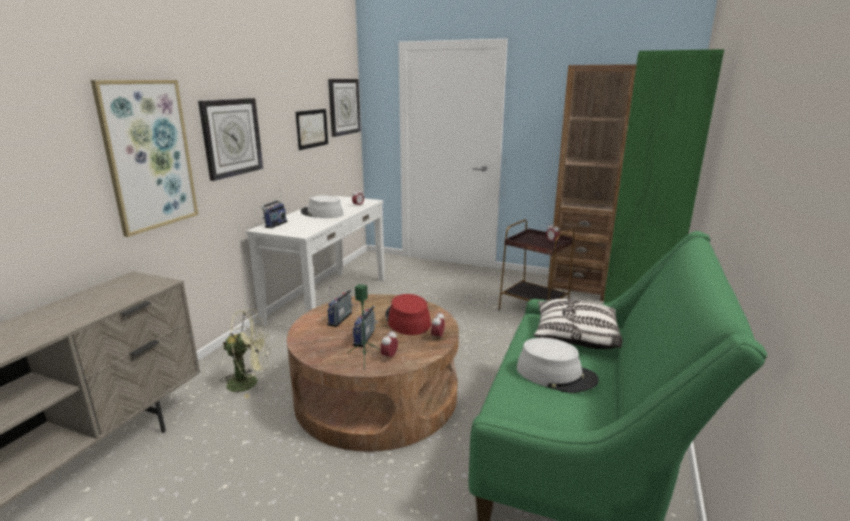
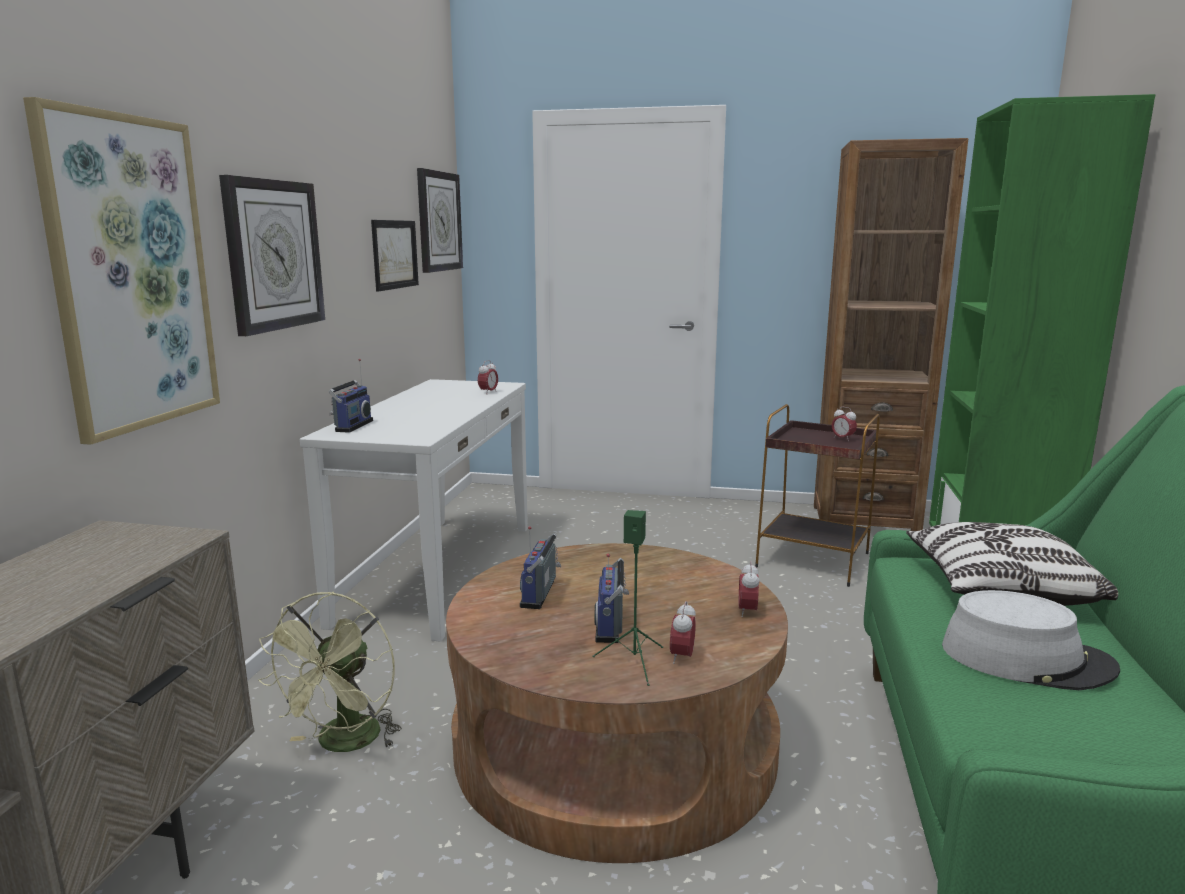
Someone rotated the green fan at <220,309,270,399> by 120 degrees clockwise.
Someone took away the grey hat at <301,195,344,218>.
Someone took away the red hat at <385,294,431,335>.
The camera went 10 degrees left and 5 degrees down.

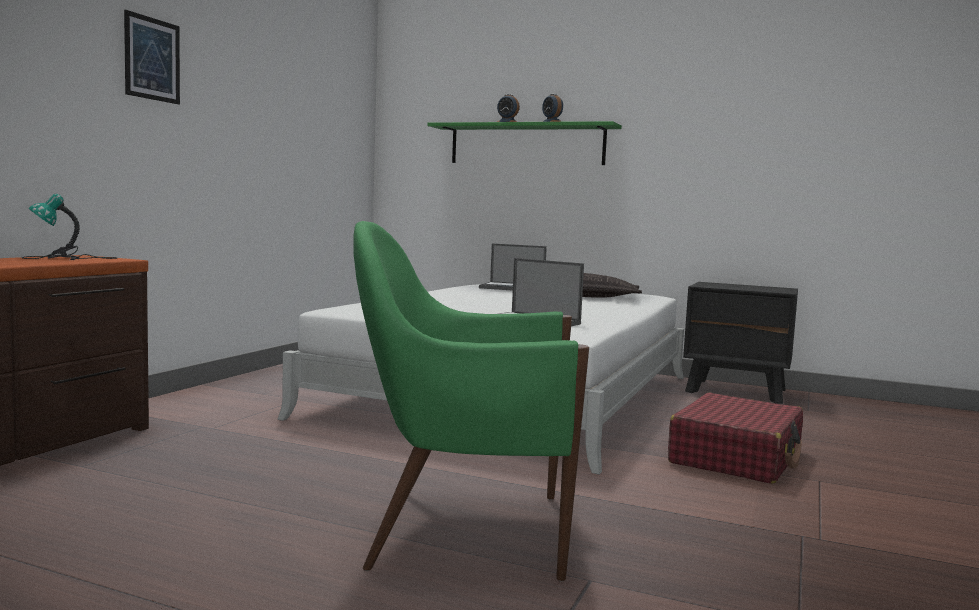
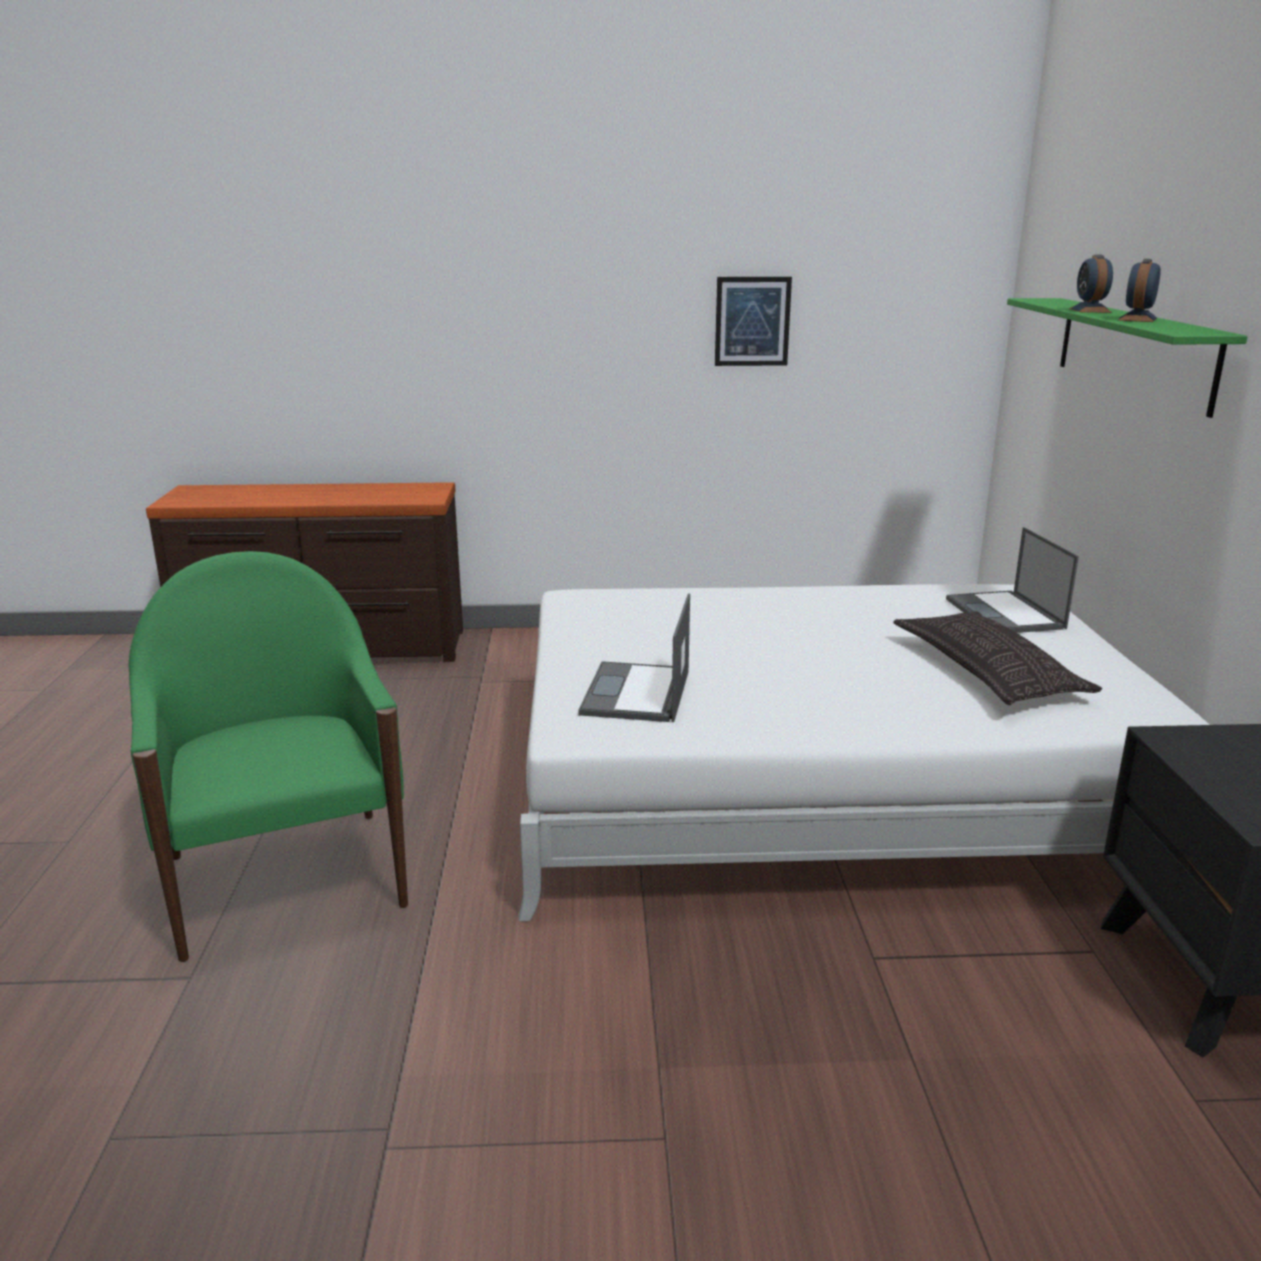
Someone carried the picture from <124,10,180,104> to <715,277,792,366>.
Someone took away the table lamp at <22,194,117,260>.
Someone took away the red suitcase at <668,393,803,484>.
The camera went 65 degrees right and 15 degrees up.

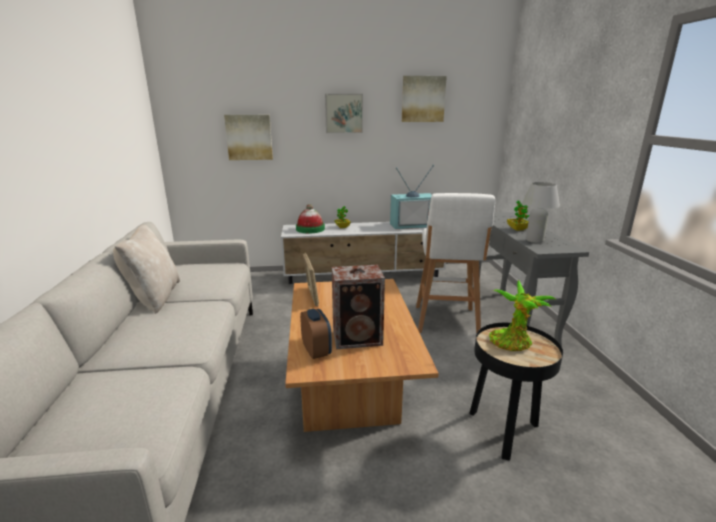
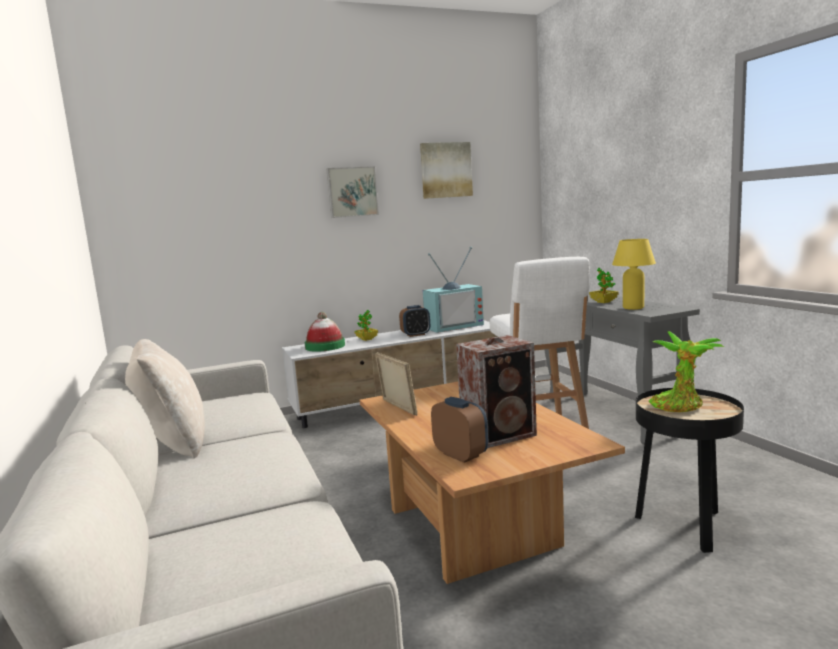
Someone put down the alarm clock at <399,305,430,337>.
Someone repainted the white table lamp at <522,182,560,243>, which became the yellow table lamp at <612,239,656,310>.
Someone took away the picture at <224,115,273,160>.
The camera went 15 degrees left and 10 degrees down.

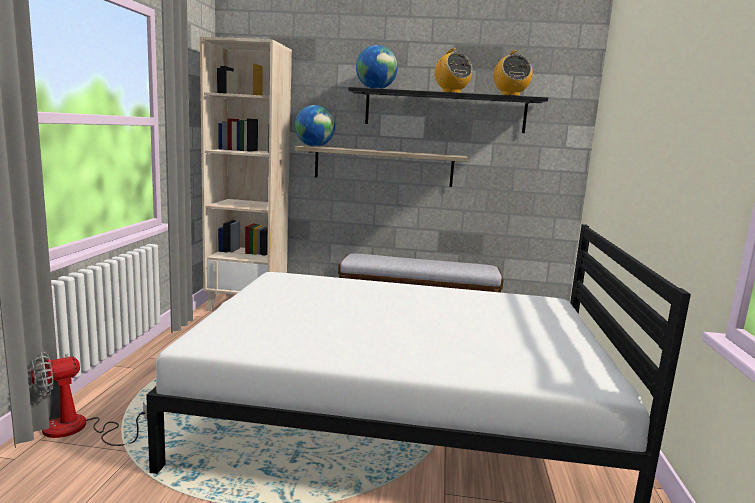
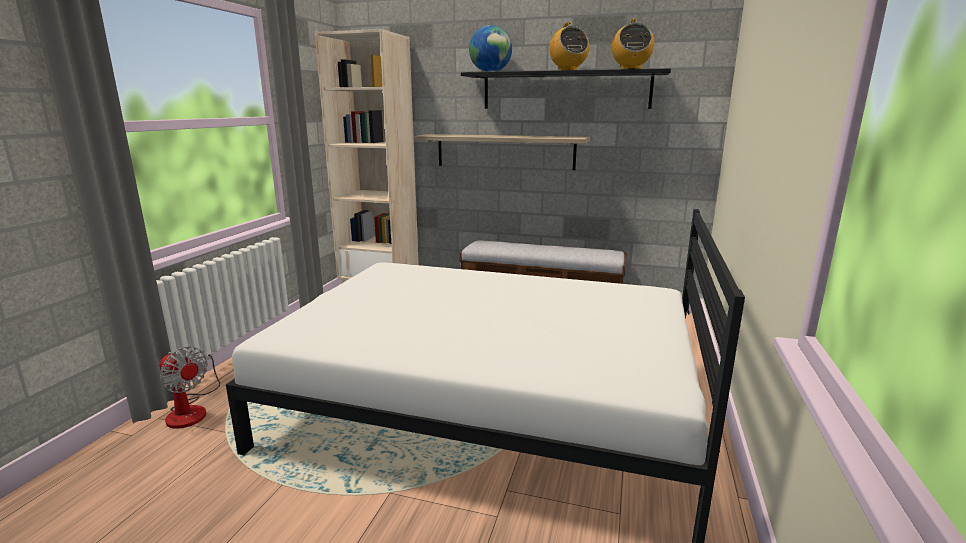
Someone rotated the fan at <31,350,147,446> by 120 degrees counterclockwise.
Someone took away the globe at <295,105,335,147>.
The camera went 10 degrees right and 5 degrees up.

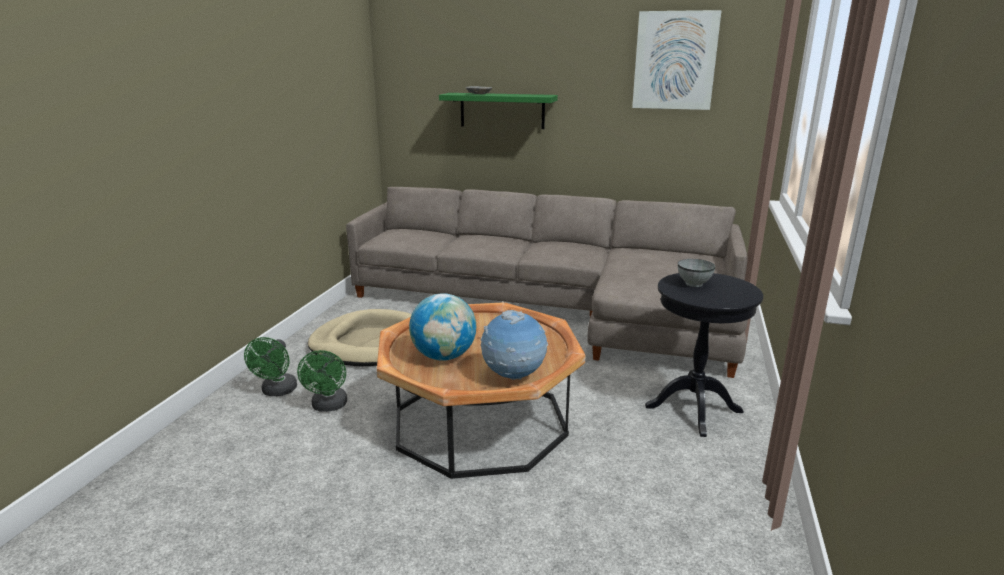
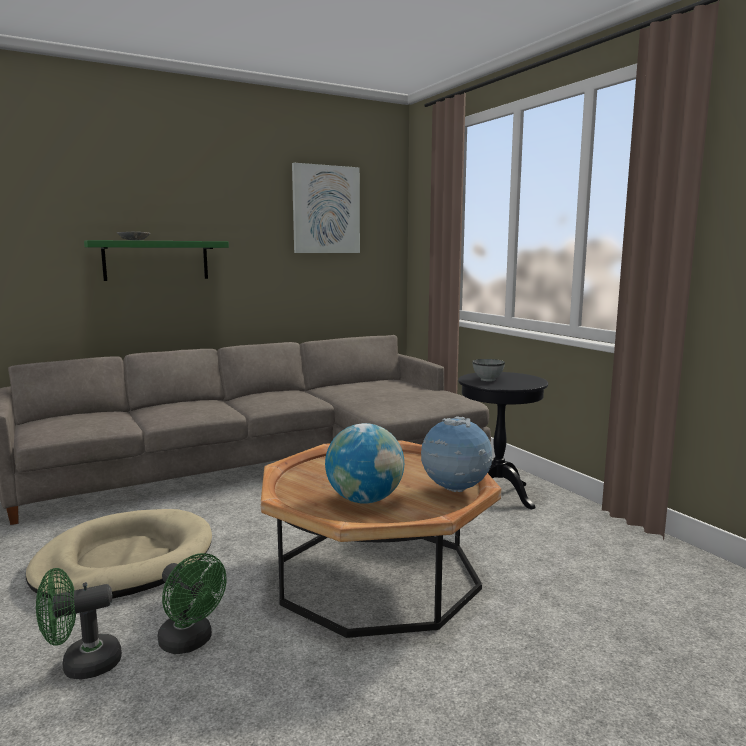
Someone rotated the green fan at <244,337,297,396> by 105 degrees clockwise.
The camera went 45 degrees left and 10 degrees down.

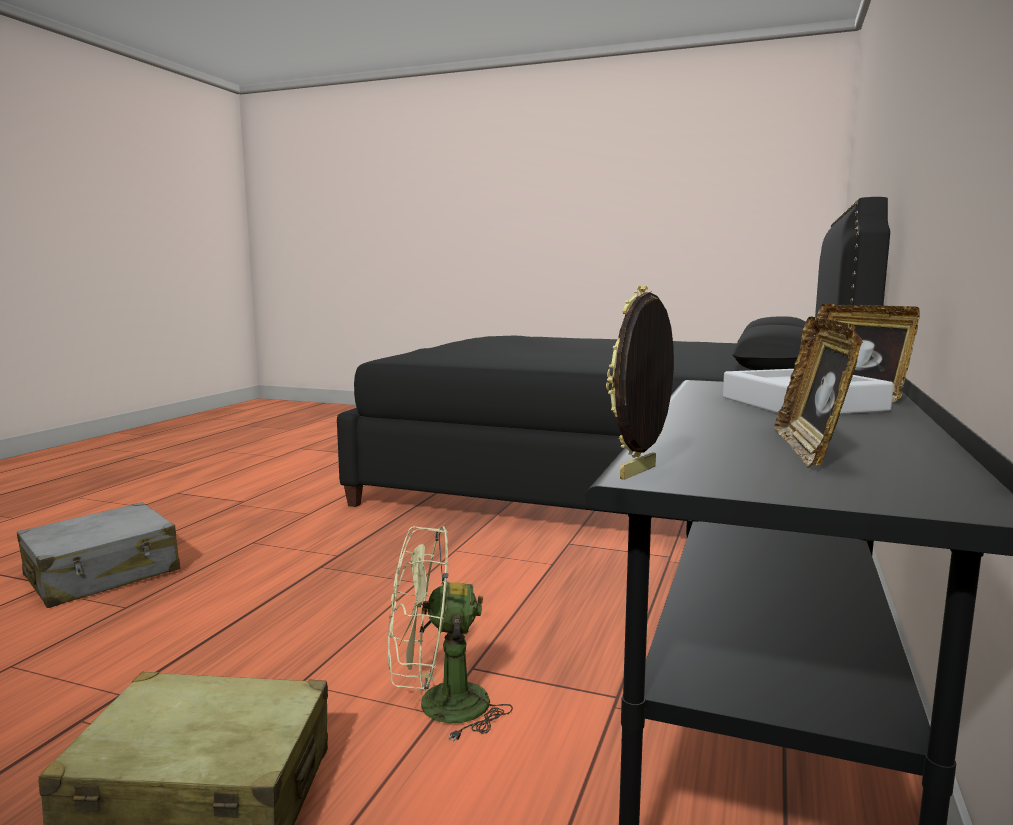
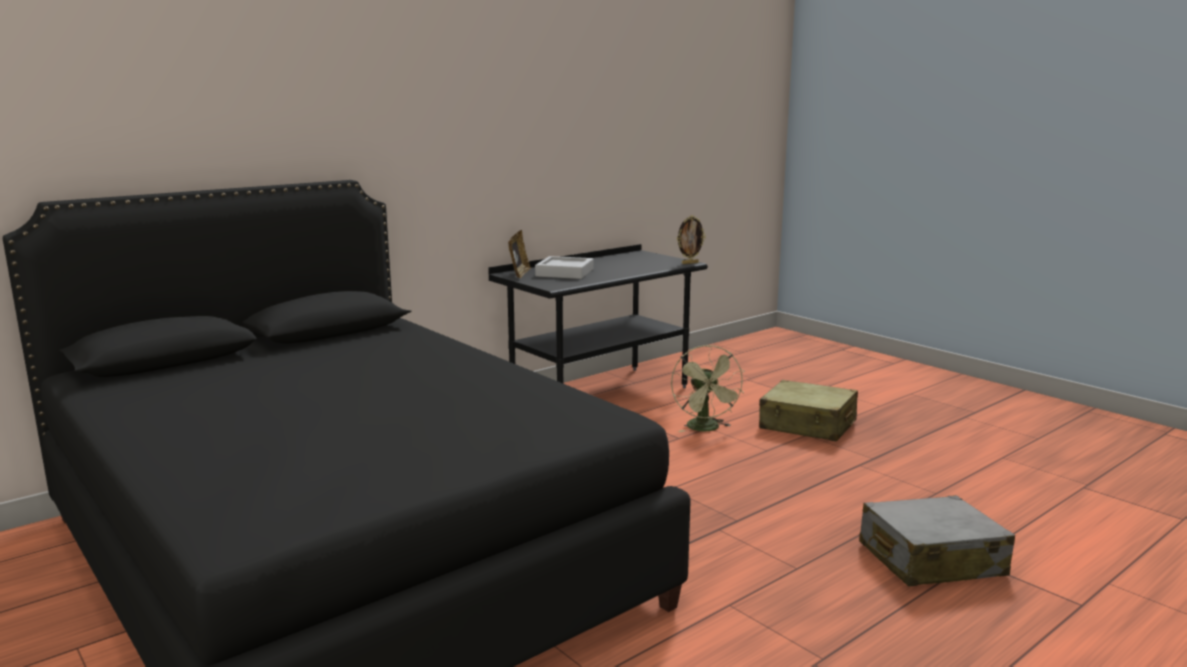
Someone rotated the green fan at <388,526,513,742> by 60 degrees clockwise.
Someone took away the picture frame at <774,316,863,468>.
The camera went 150 degrees left and 5 degrees up.

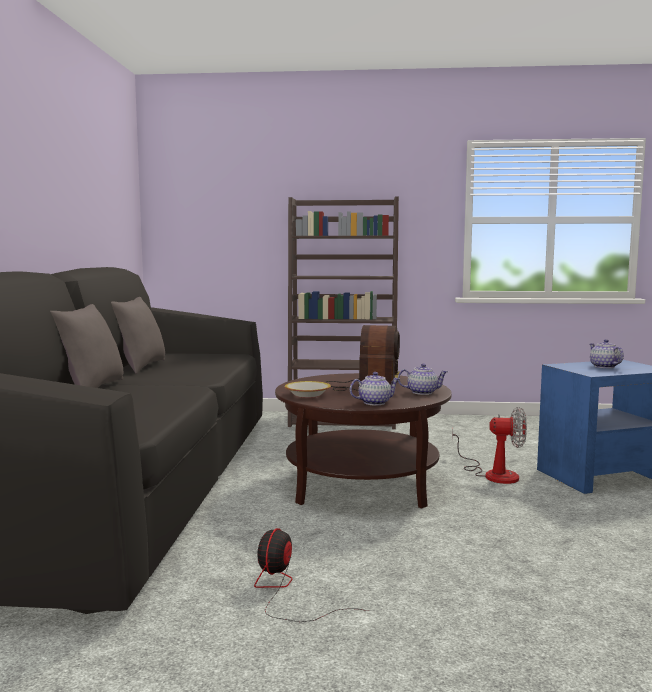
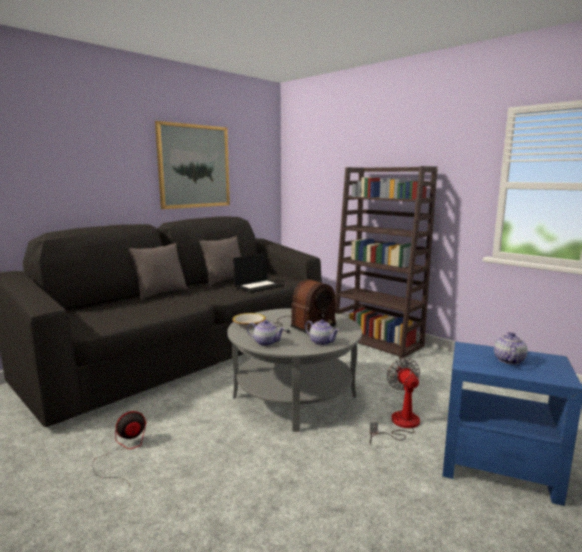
Someone put up the picture at <155,121,230,209>.
Someone repainted the brown coffee table at <275,373,452,509>, which became the grey coffee table at <227,308,362,432>.
Someone put down the laptop at <233,253,284,293>.
Someone rotated the fan at <452,407,527,484> by 150 degrees counterclockwise.
The camera went 40 degrees right and 5 degrees up.

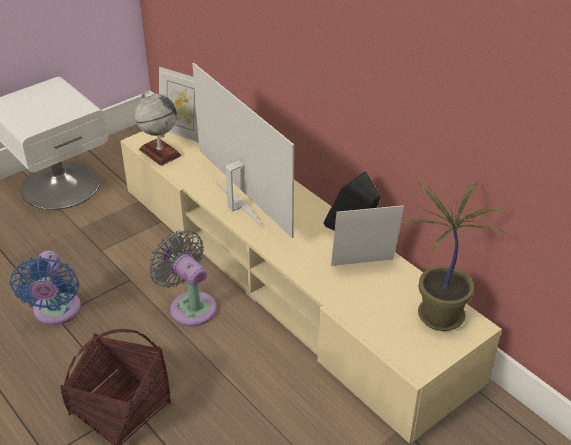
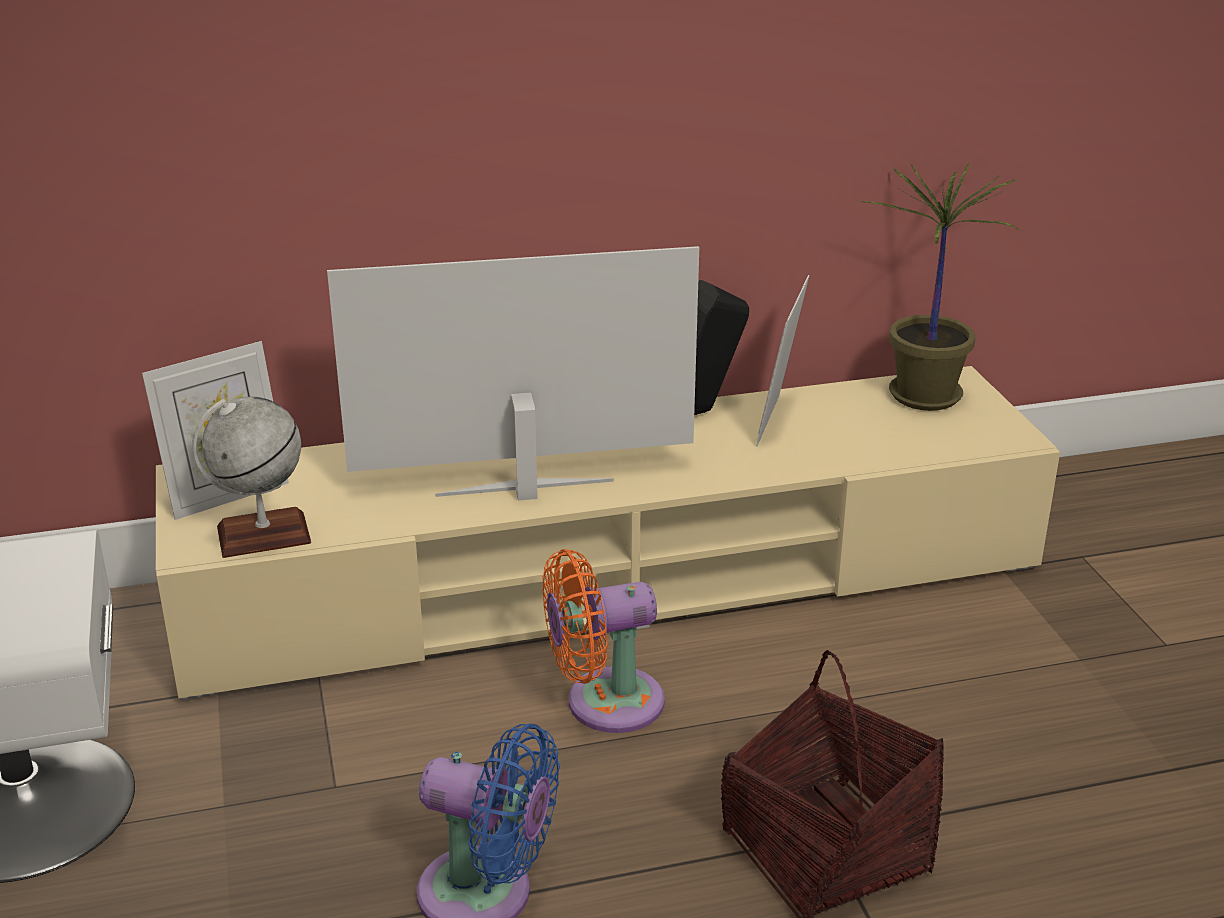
Someone repainted the grey fan at <148,230,216,327>, which became the orange fan at <542,549,665,733>.
The camera went 65 degrees left and 10 degrees down.

